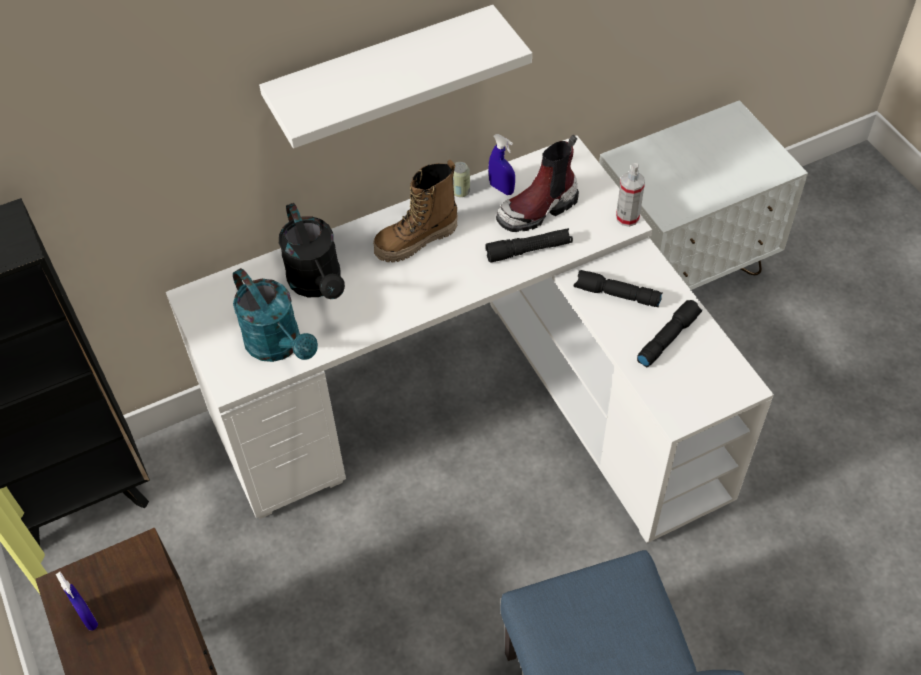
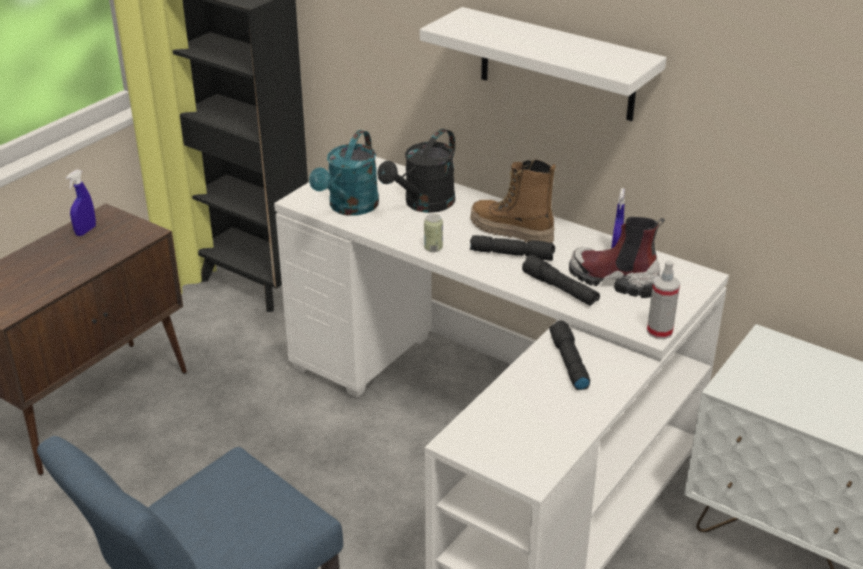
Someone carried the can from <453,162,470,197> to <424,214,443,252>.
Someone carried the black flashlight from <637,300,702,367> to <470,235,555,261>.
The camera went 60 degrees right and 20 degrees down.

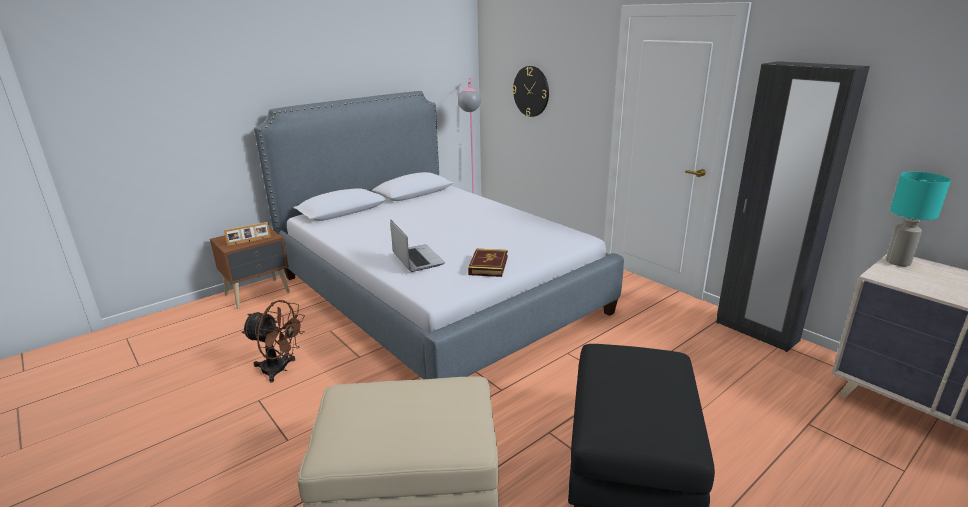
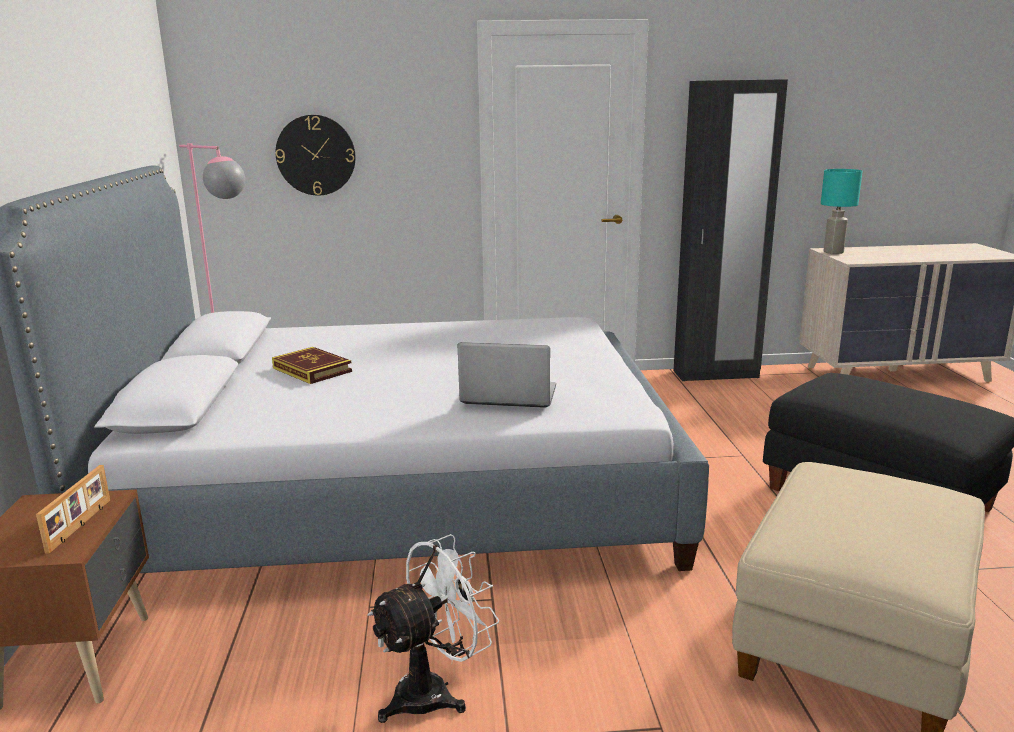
Someone carried the book from <468,249,508,277> to <272,347,352,384>.
Someone repainted the brown fan at <242,300,305,382>, which became the white fan at <368,534,499,723>.
The camera went 55 degrees left and 5 degrees down.

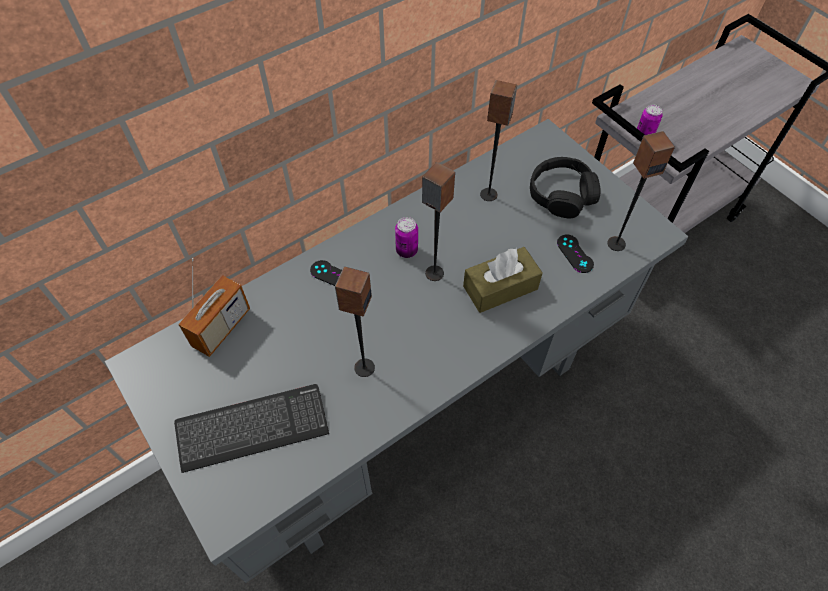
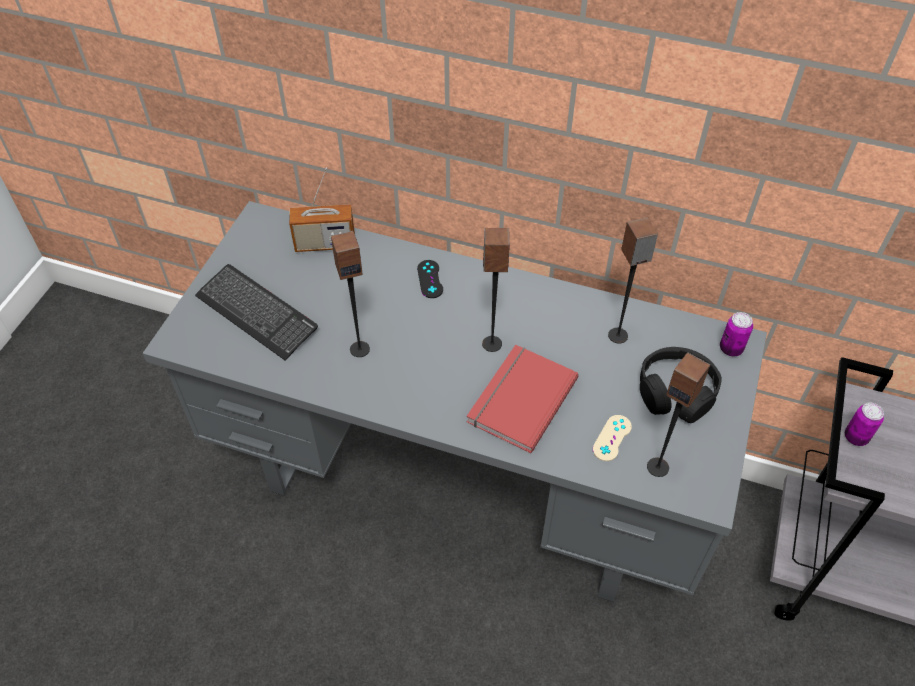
Someone swapped the brown tissue box at <463,247,542,313> for the red book at <466,345,579,453>.
Someone repainted the black game controller at <557,234,594,273>, which became the beige game controller at <593,415,632,461>.
Someone carried the can from <395,217,418,258> to <720,312,753,356>.
The camera went 55 degrees right and 5 degrees down.

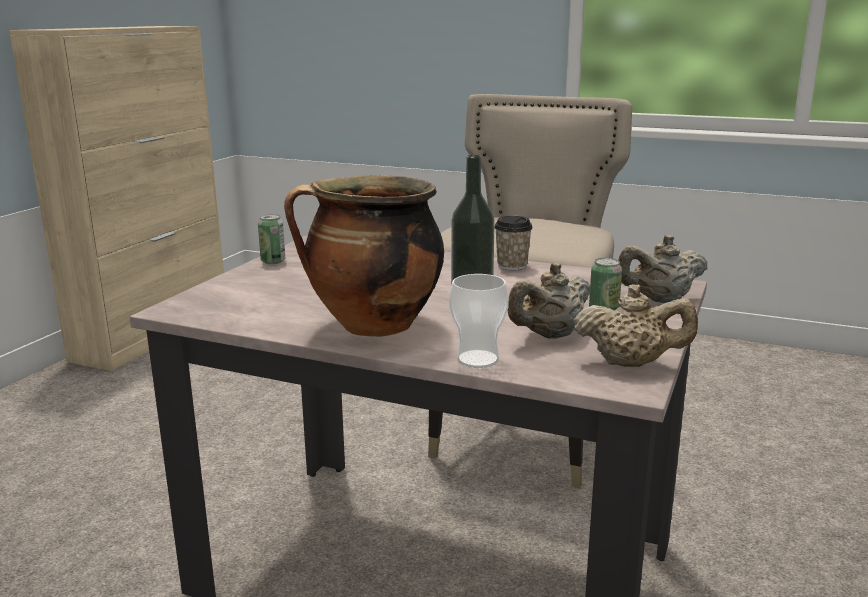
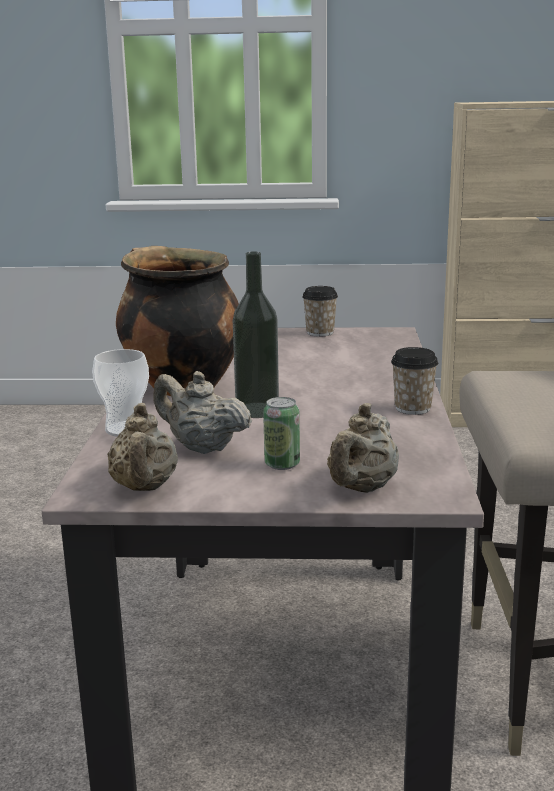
Someone swapped the can at <258,214,285,264> for the cup at <302,286,338,337>.
Someone rotated the beige teapot at <619,235,707,303> by 120 degrees counterclockwise.
The camera went 70 degrees right and 0 degrees up.

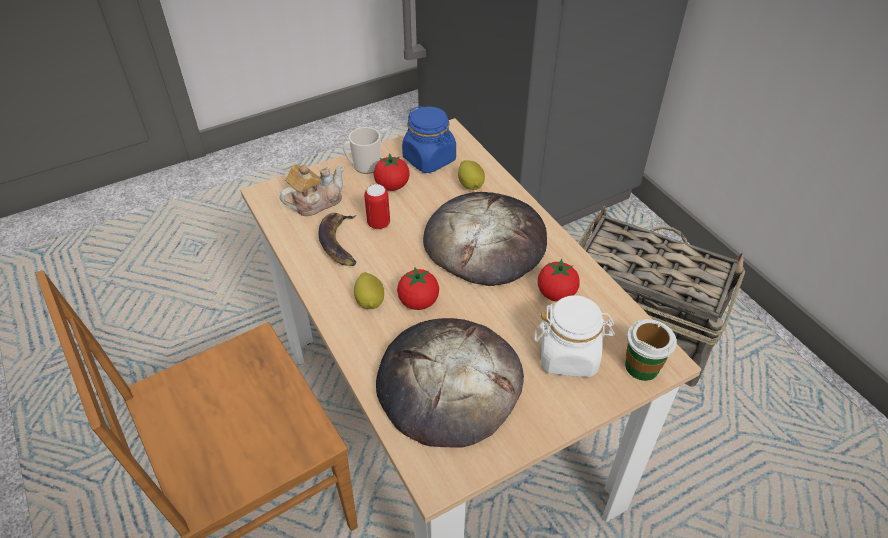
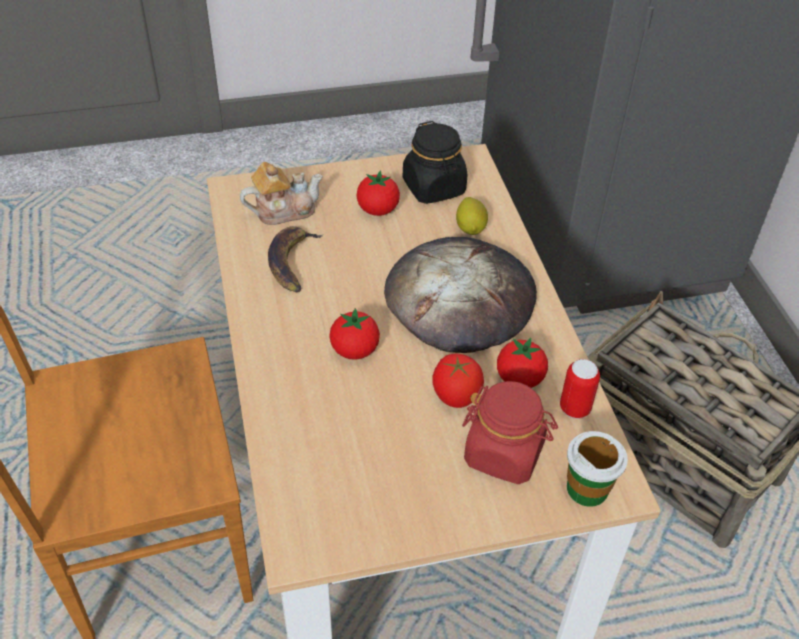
Someone repainted the blue jar at <402,106,456,173>, which became the black jar at <402,121,468,204>.
Someone put down the tomato at <433,354,484,408>.
Someone repainted the white jar at <535,295,615,377>, which became the red jar at <462,381,558,484>.
Someone carried the can from <364,184,390,230> to <560,359,600,419>.
Someone took away the mug at <343,127,381,174>.
Someone took away the lemon at <354,272,384,309>.
Someone took away the bread at <376,318,524,448>.
The camera went 15 degrees right and 0 degrees up.

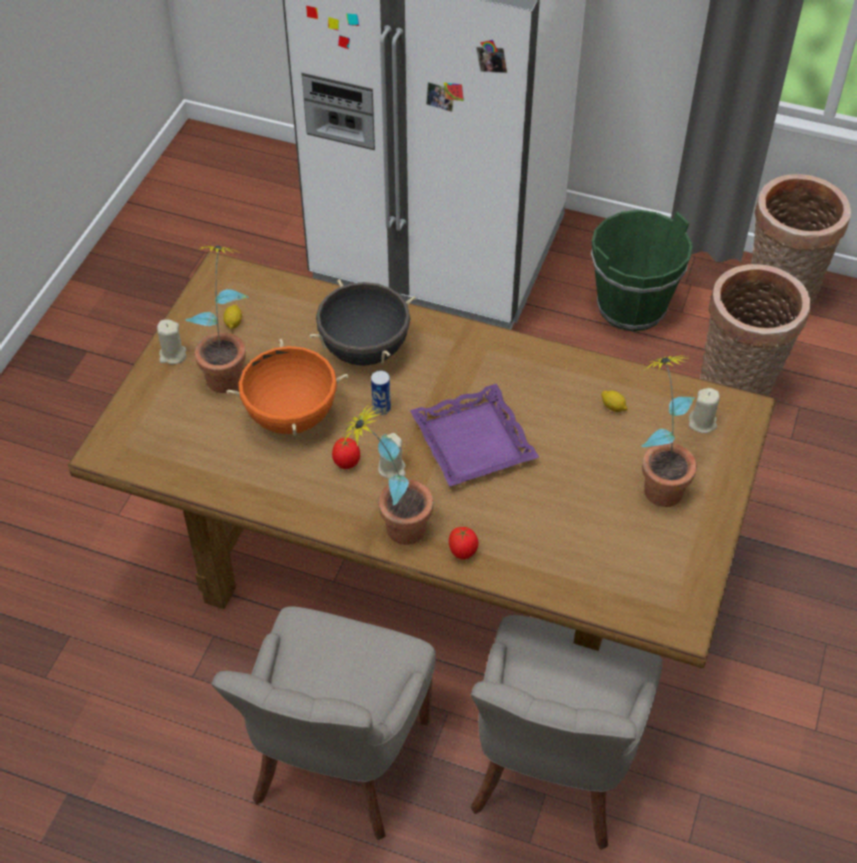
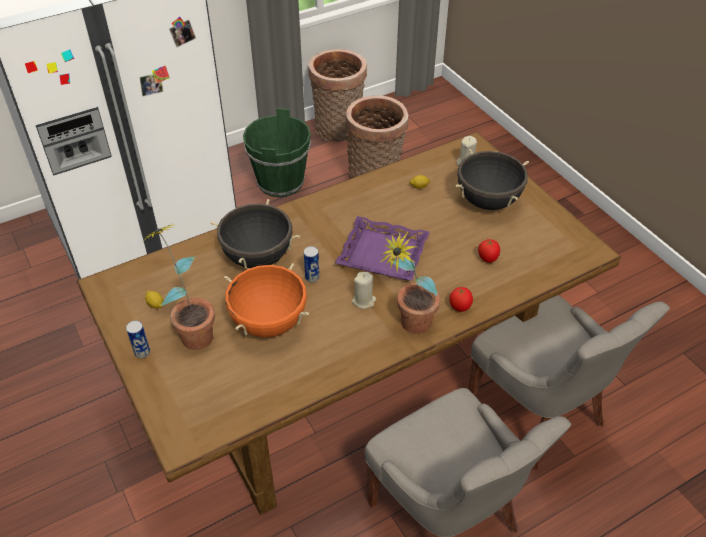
Someone swapped the beige candle at <157,319,186,365> for the can at <126,321,150,358>.
Someone swapped the potted plant at <641,355,697,507> for the black cooking pot at <455,149,529,210>.
Someone carried the tomato from <332,438,360,469> to <478,239,500,263>.
The camera went 50 degrees left and 5 degrees down.

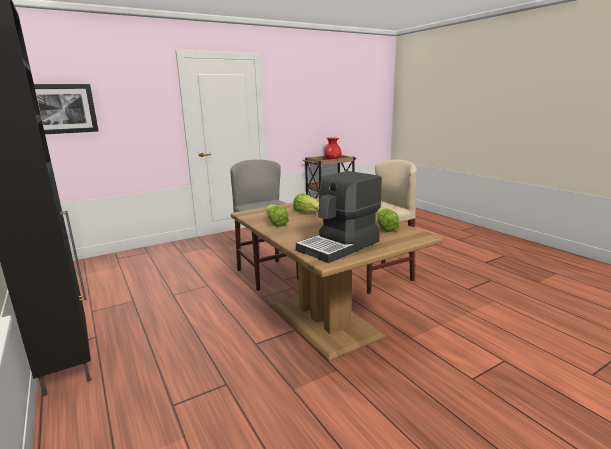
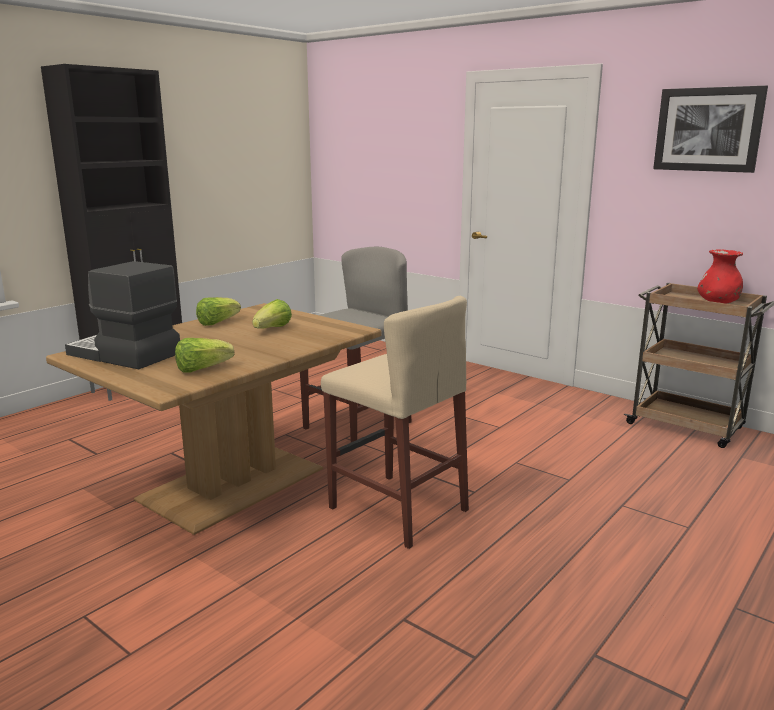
Someone carried the picture from <34,84,98,134> to <653,85,768,173>.
The camera went 70 degrees right and 0 degrees up.

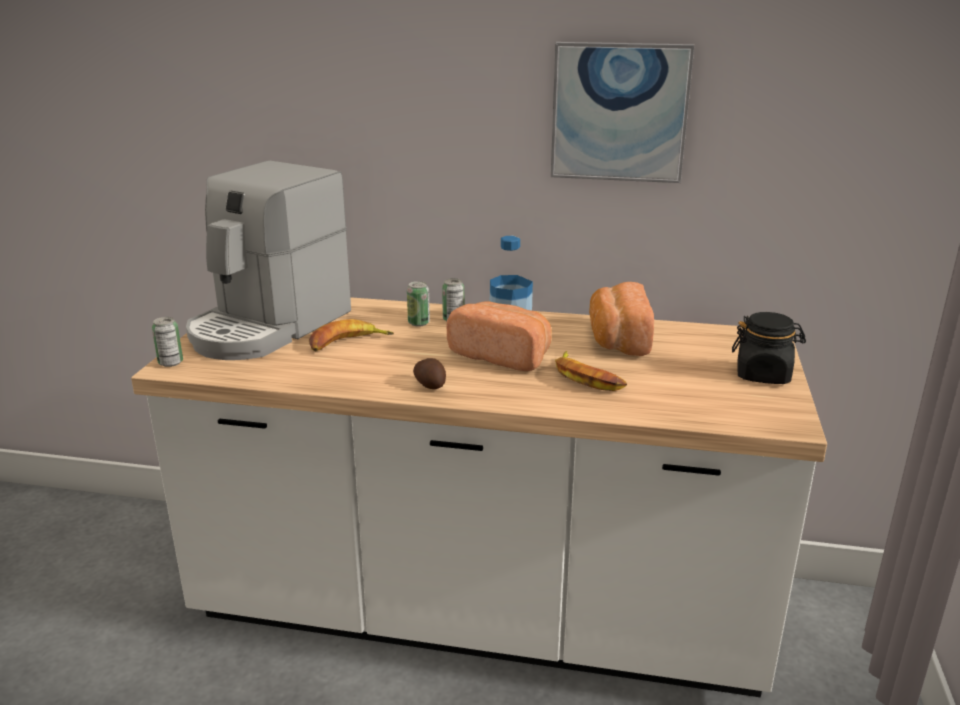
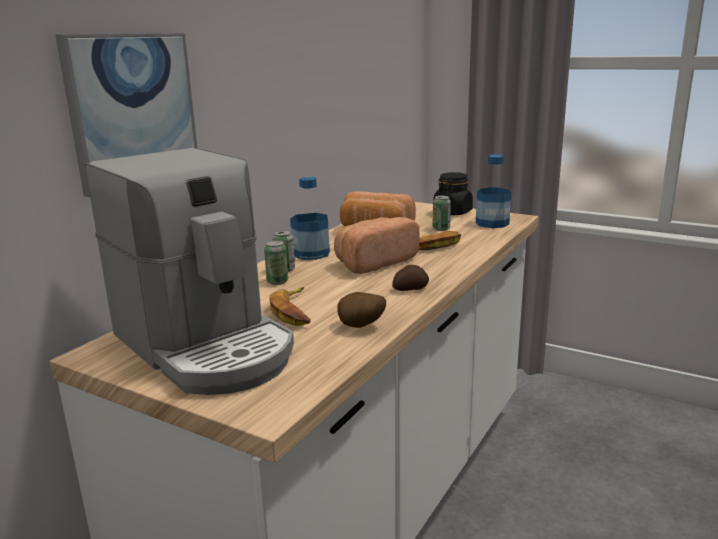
Someone carried the picture from <551,42,694,183> to <55,33,197,197>.
Someone put down the potato at <337,292,386,328>.
Someone carried the can from <152,317,183,367> to <433,196,451,231>.
Someone put down the bottle at <476,154,511,228>.
The camera went 70 degrees left and 5 degrees down.

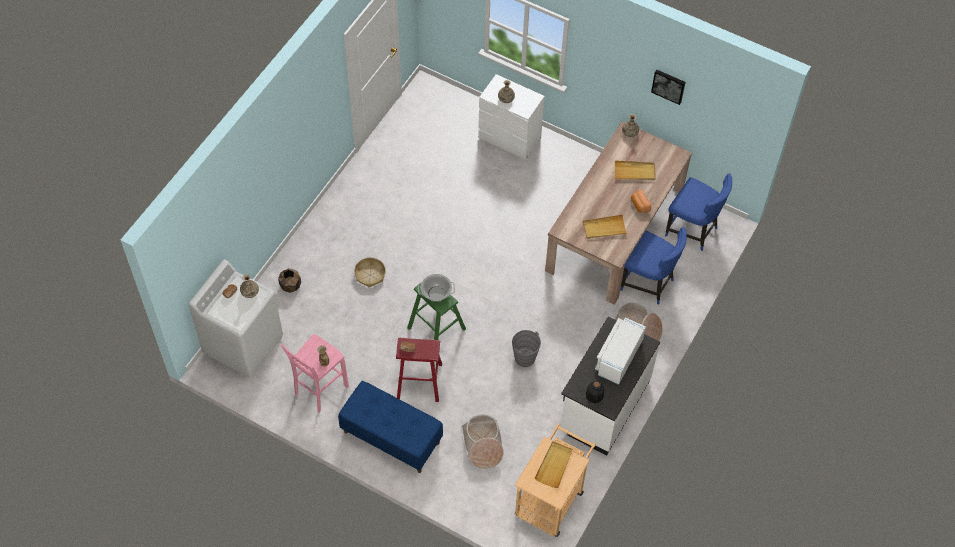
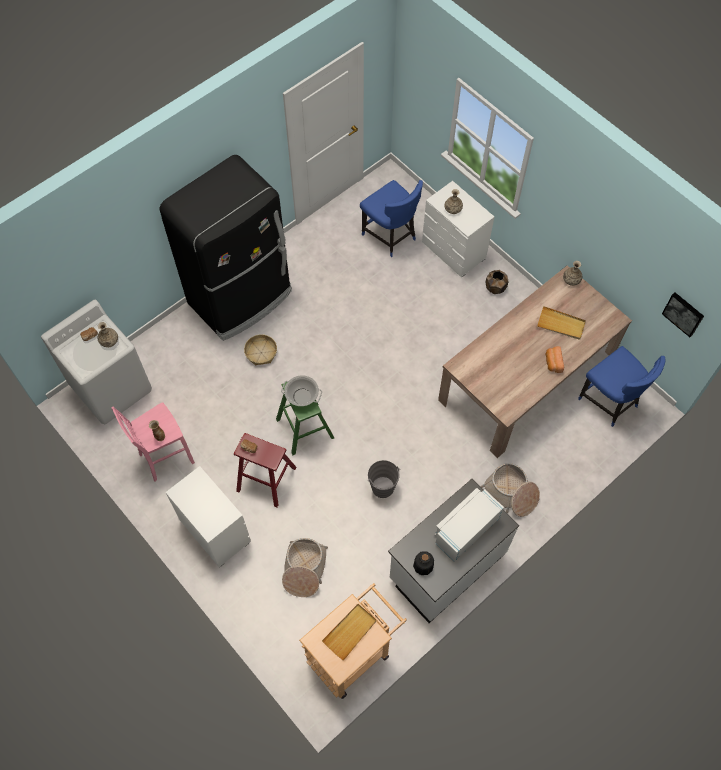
Someone put down the black fridge at <160,155,292,341>.
Someone swapped the blue bench at <338,381,443,473> for the white dresser at <165,466,251,567>.
Someone carried the blue chair from <620,227,687,305> to <360,180,423,257>.
Someone carried the brown planter from <278,268,301,293> to <485,270,509,294>.
Someone carried the picture from <651,69,686,105> to <662,293,704,337>.
Someone took away the beige tray at <583,215,627,239>.
The camera went 20 degrees right and 5 degrees up.

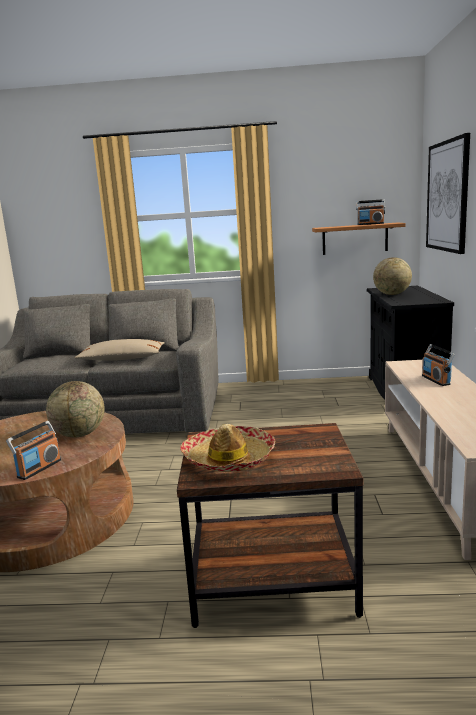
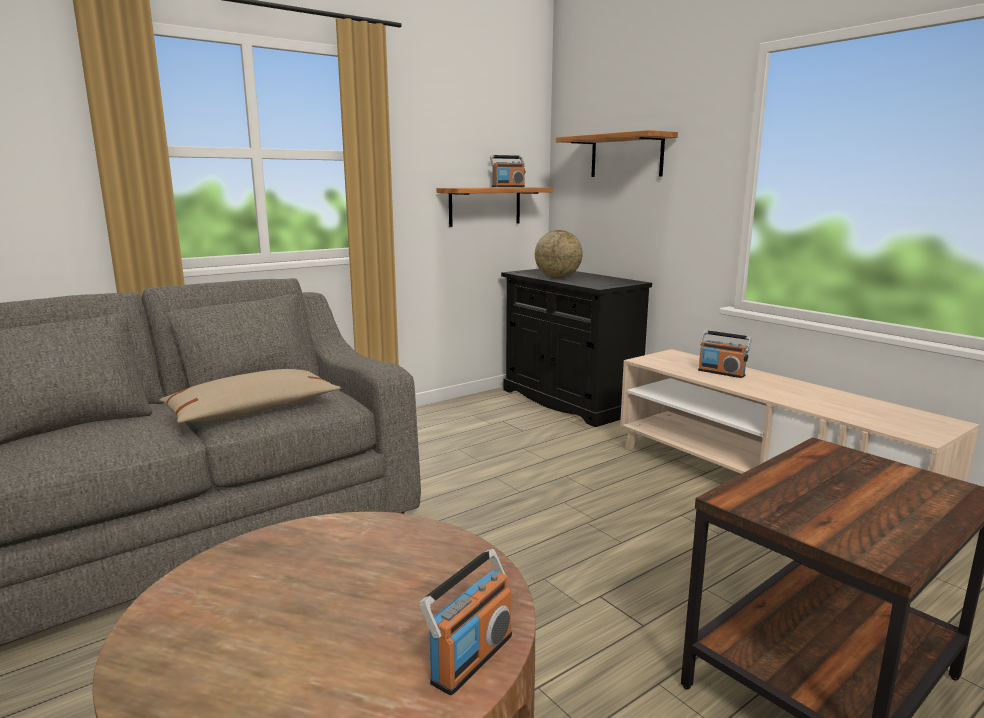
Someone rotated the radio at <6,421,61,480> by 45 degrees clockwise.
Someone swapped the picture at <426,133,470,254> for the shelf at <556,130,678,177>.
Someone took away the globe at <46,381,105,437>.
Someone took away the hat at <180,424,275,472>.
The camera went 40 degrees left and 0 degrees up.

